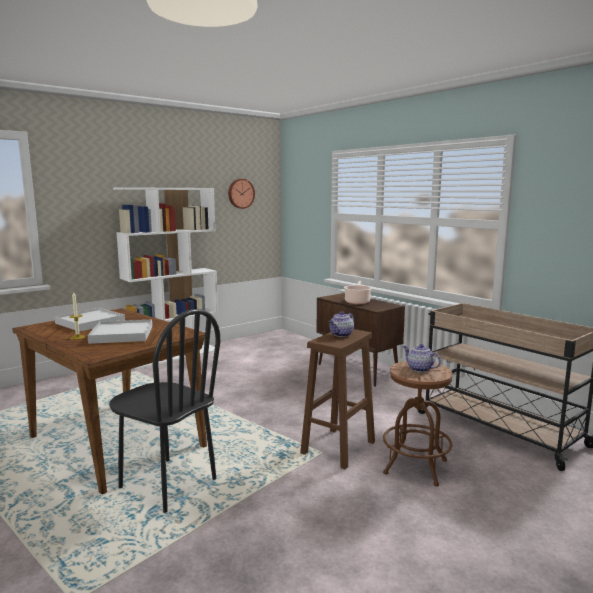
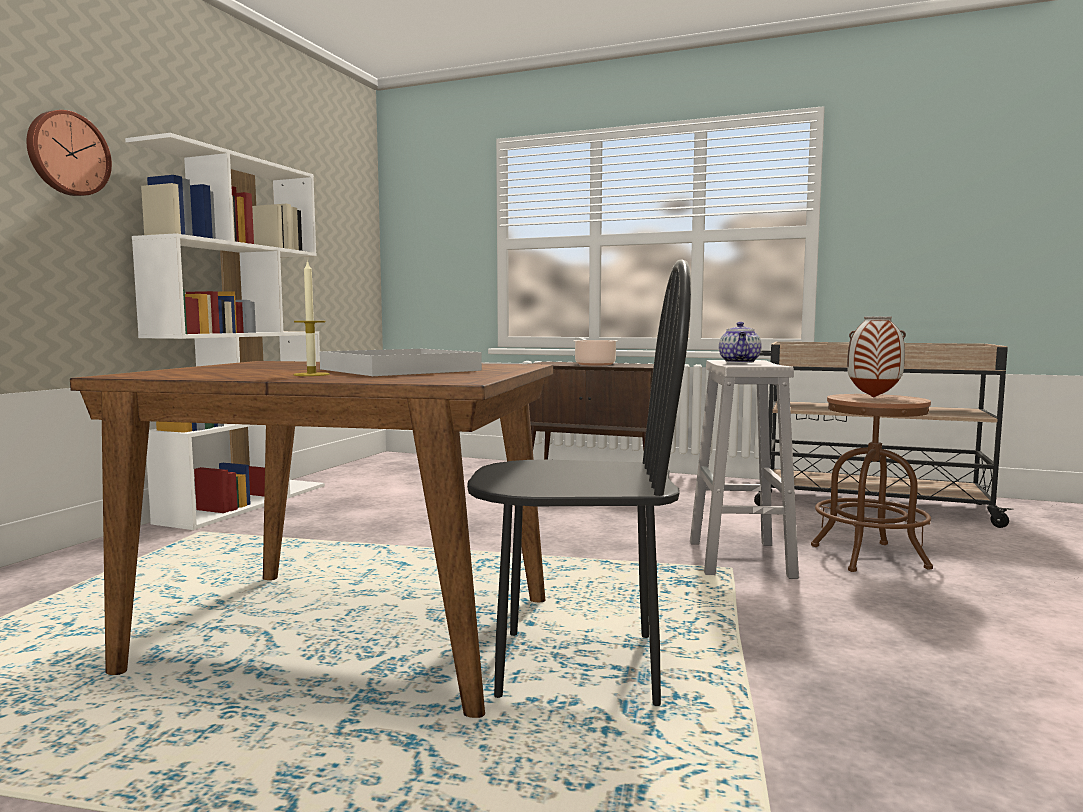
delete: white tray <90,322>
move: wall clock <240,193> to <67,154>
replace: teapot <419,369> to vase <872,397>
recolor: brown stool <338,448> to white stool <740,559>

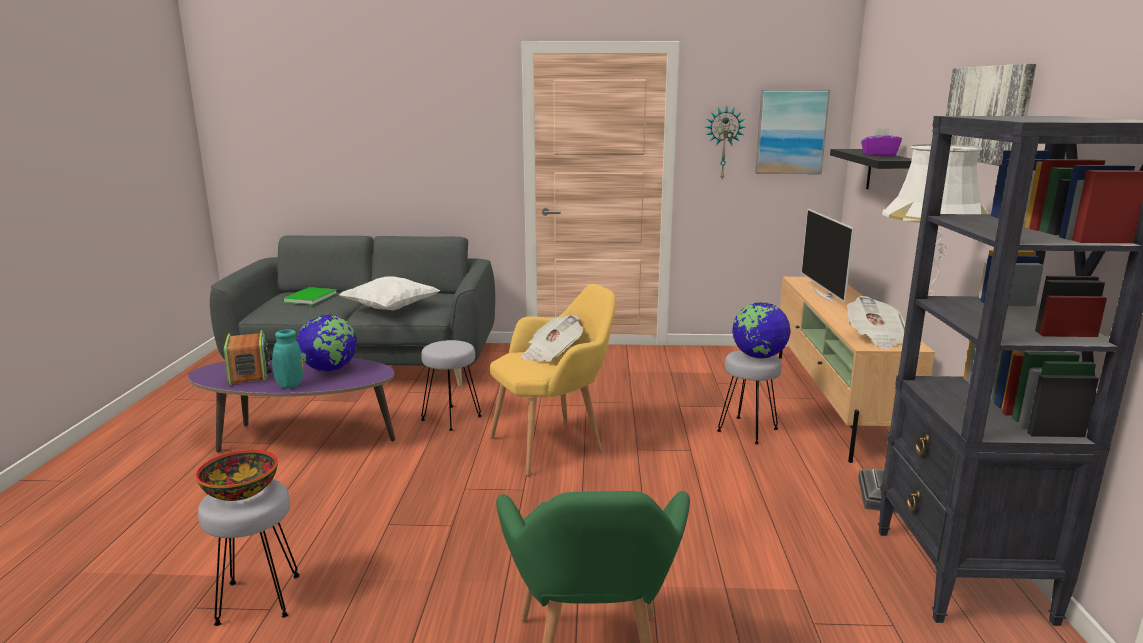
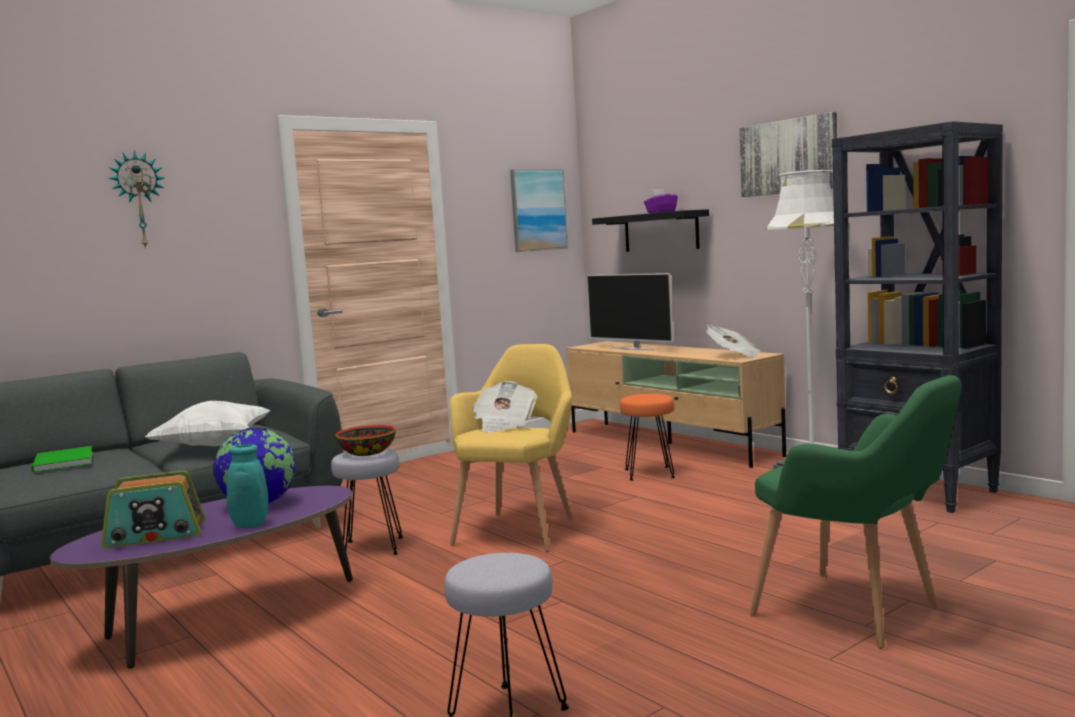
delete: globe <758,357>
move: bowl <240,491> to <367,453>; wall clock <723,143> to <138,200>
recolor: grey stool <748,430> to orange stool <650,474>
rotate: radio <250,373> = <155,535> 135 degrees clockwise

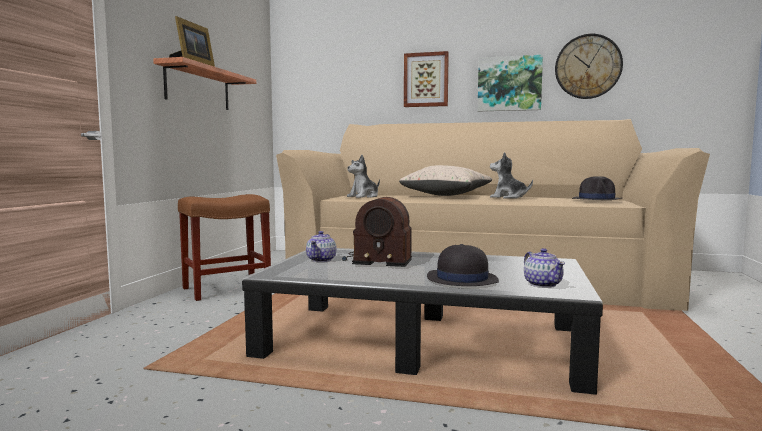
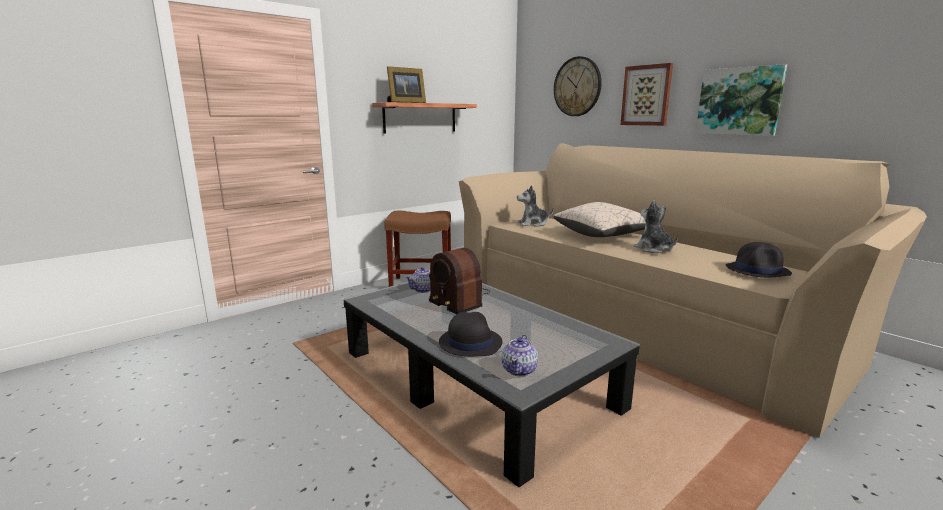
move: wall clock <588,66> to <577,87>

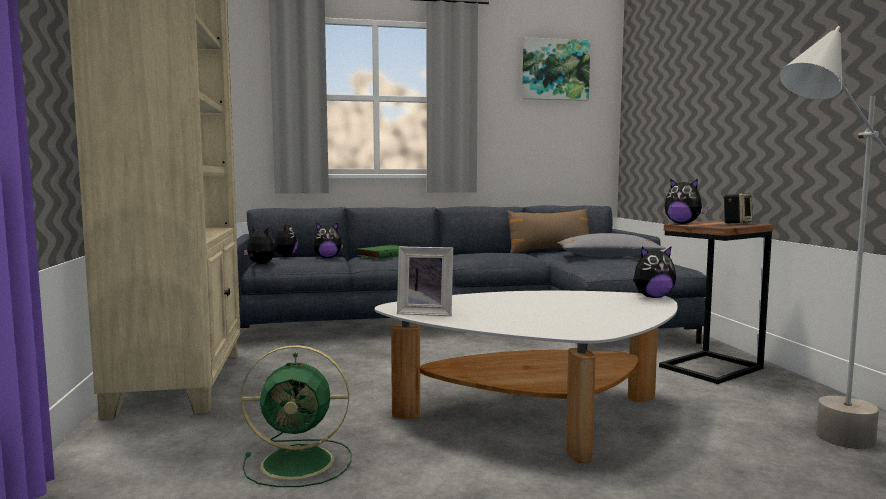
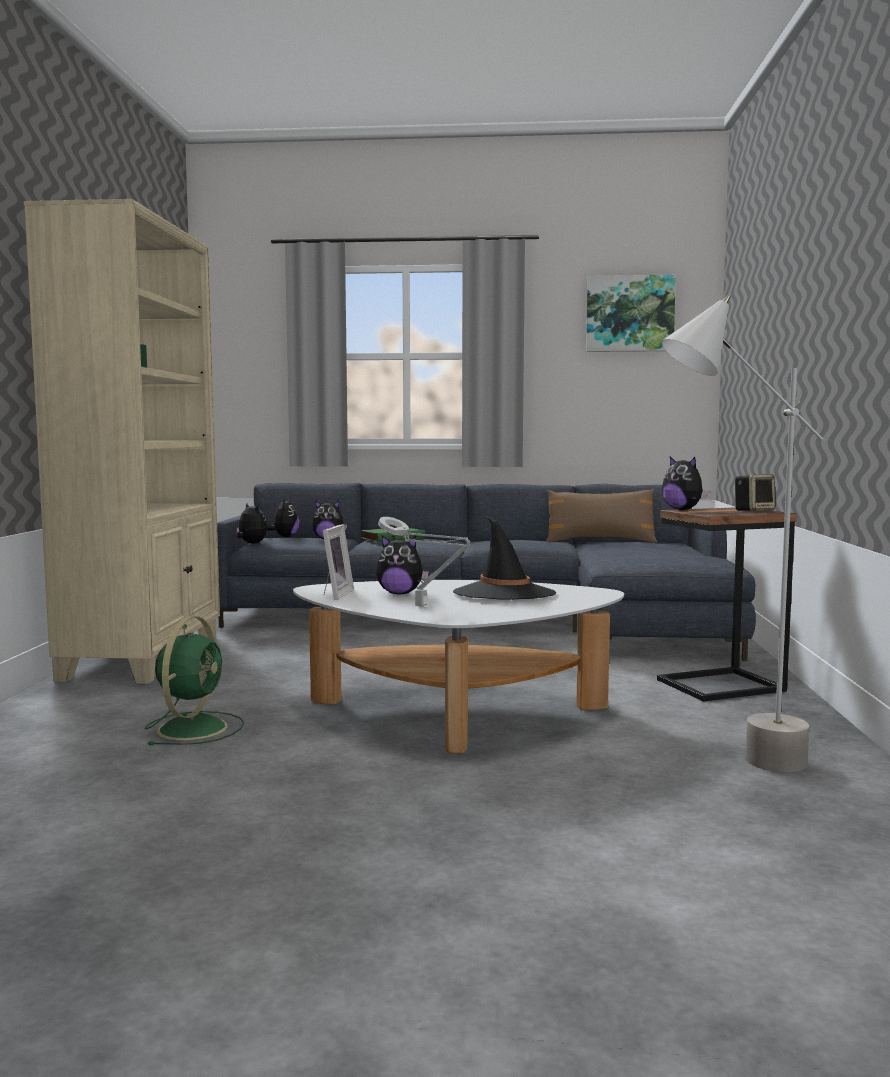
delete: grey pillow <608,256>
insert: grey table lamp <424,607>; black hat <504,594>
move: plush toy <652,297> to <400,593>
rotate: green fan <301,462> = <194,728> 90 degrees counterclockwise; picture frame <426,313> = <334,594> 105 degrees counterclockwise

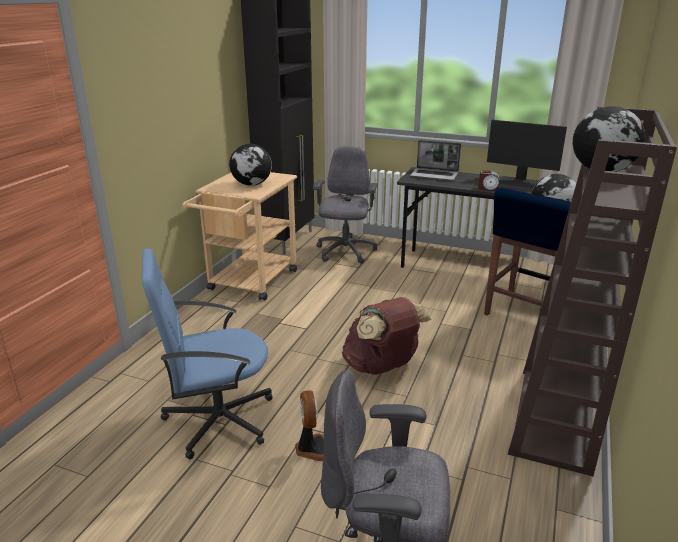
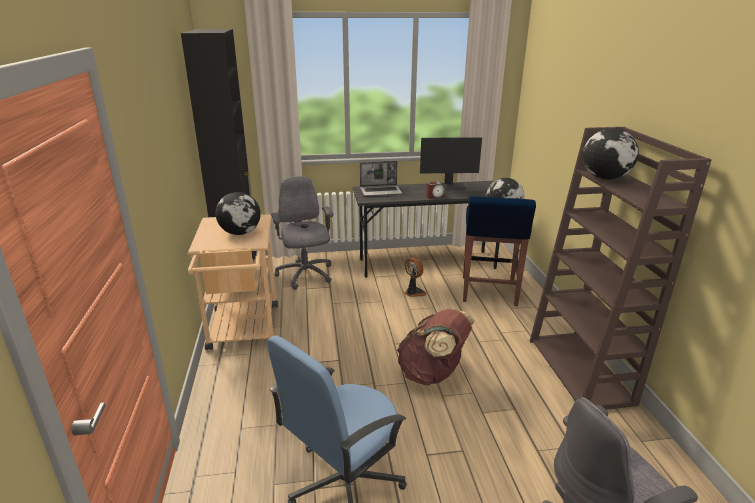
move: fan <311,448> to <413,292>

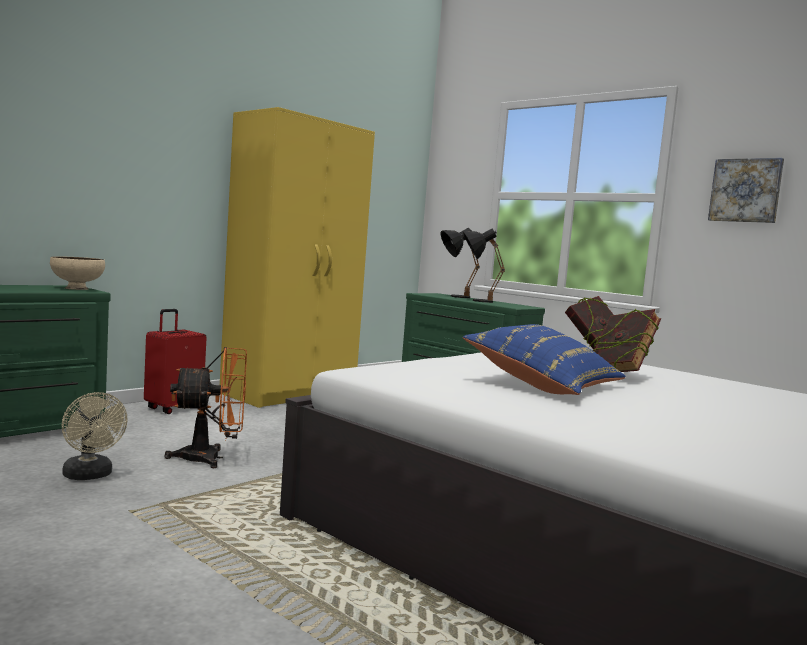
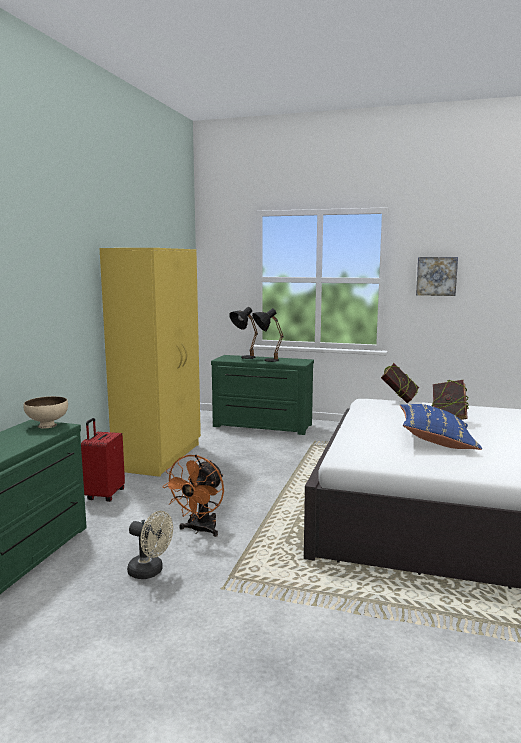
rotate: orange fan <211,458> = <199,530> 150 degrees clockwise

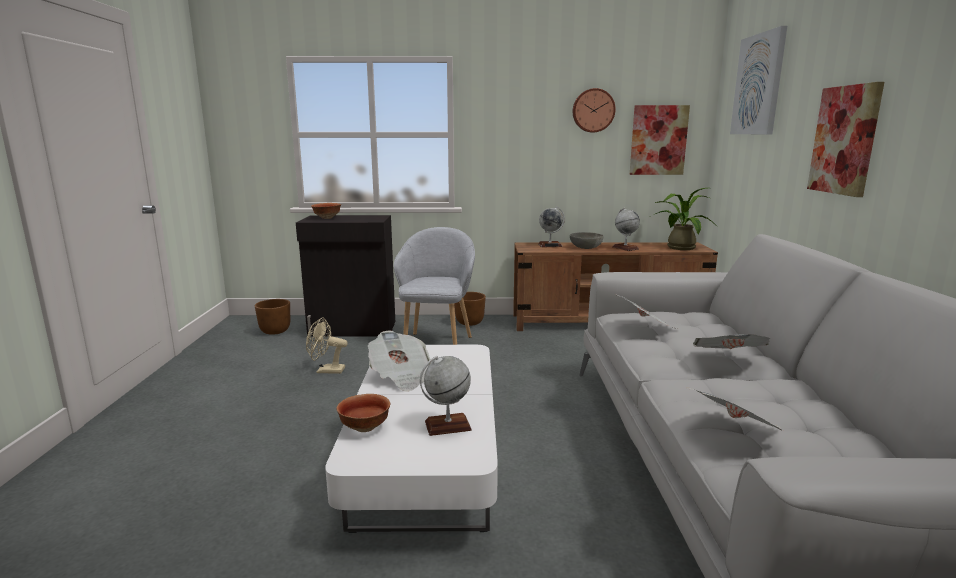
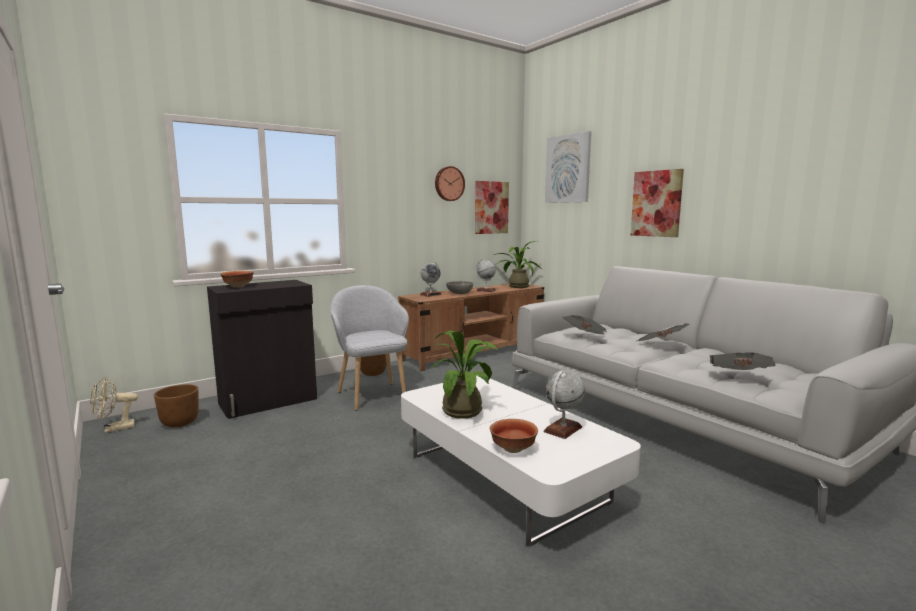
move: beige fan <326,371> to <114,429>
replace: newspaper <401,377> to potted plant <465,410>

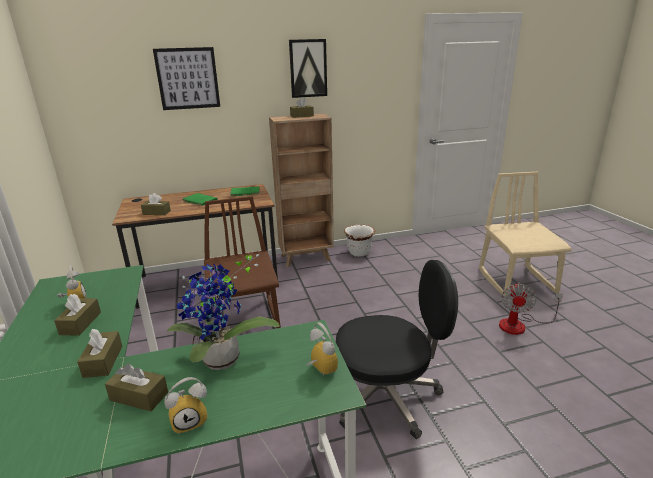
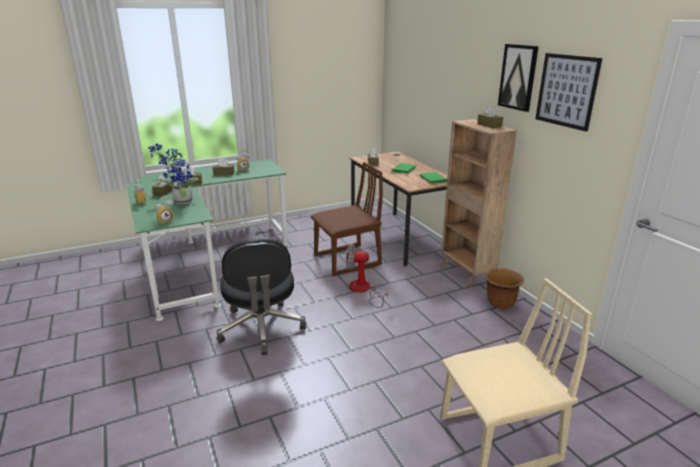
move: picture <187,78> to <566,91>; fan <519,325> to <363,290>
recolor: white planter <359,253> to brown planter <500,303>

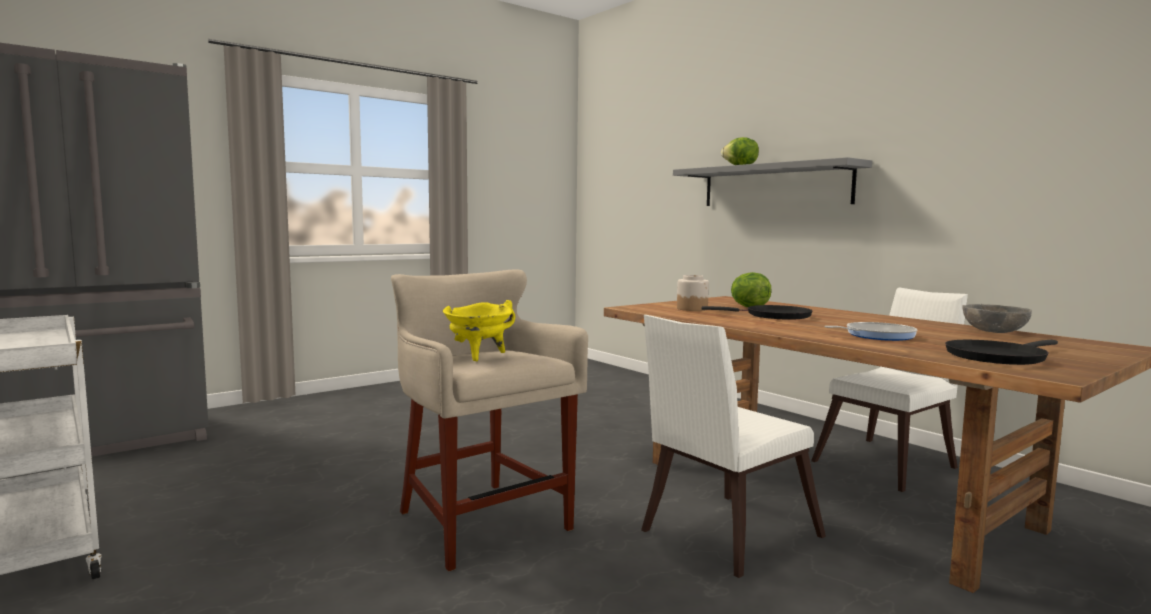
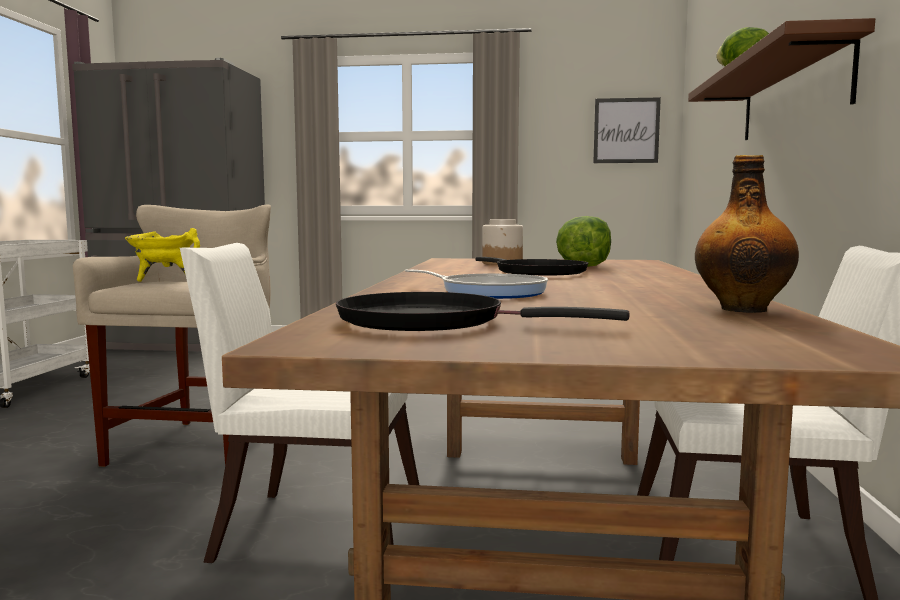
insert: picture <626,130>
replace: grey bowl <994,331> to bottle <743,309>
recolor: grey shelf <774,185> to brown shelf <792,94>

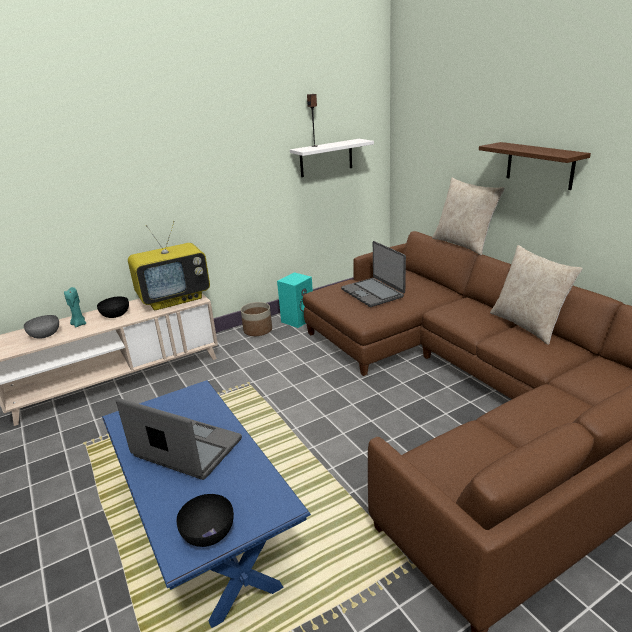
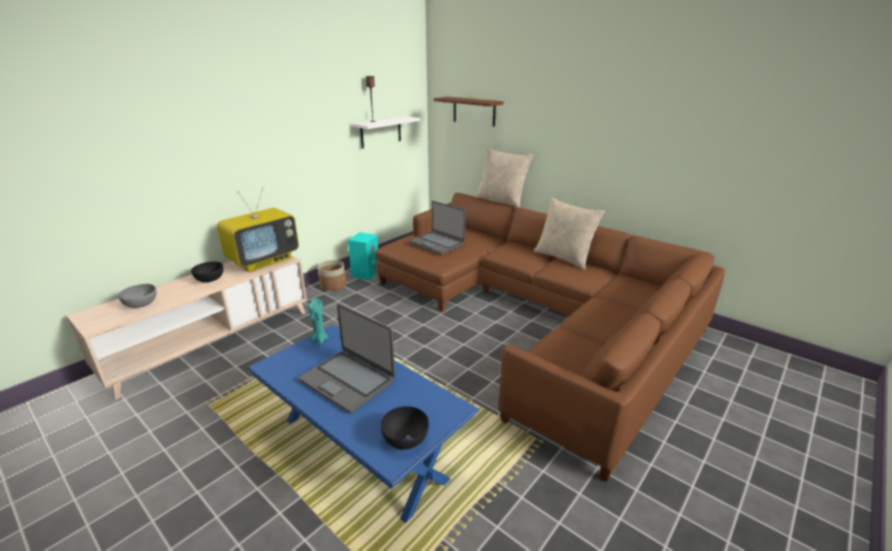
move: turquoise candle <79,324> to <319,339>; brown shelf <539,165> to <474,111>
rotate: laptop <187,449> = <348,380> 150 degrees counterclockwise

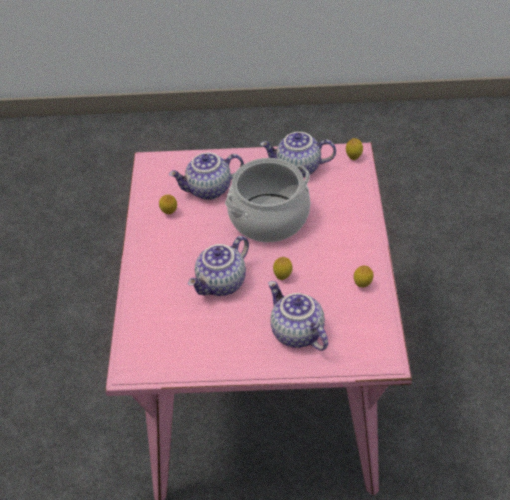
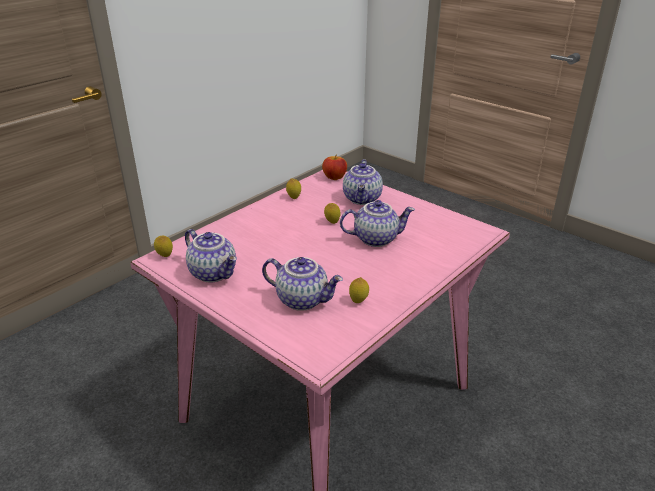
delete: cooking pot <269,219>
insert: apple <334,177>

